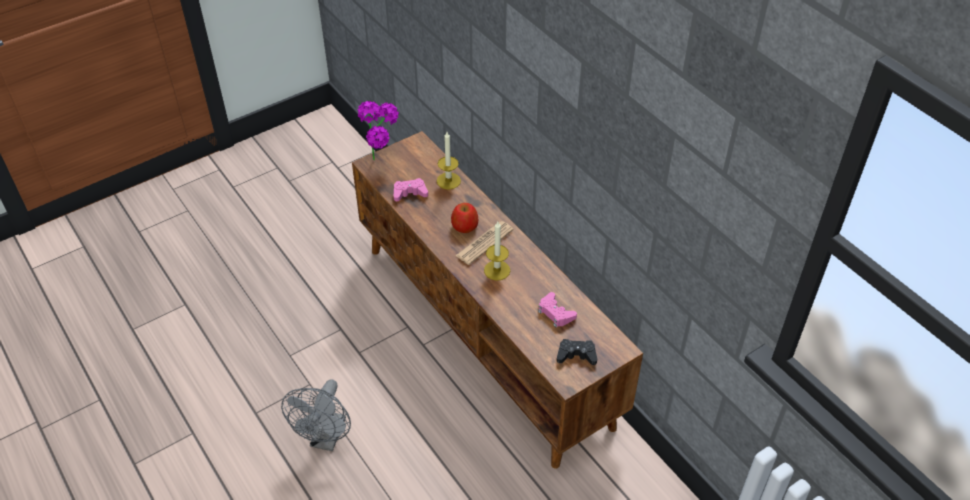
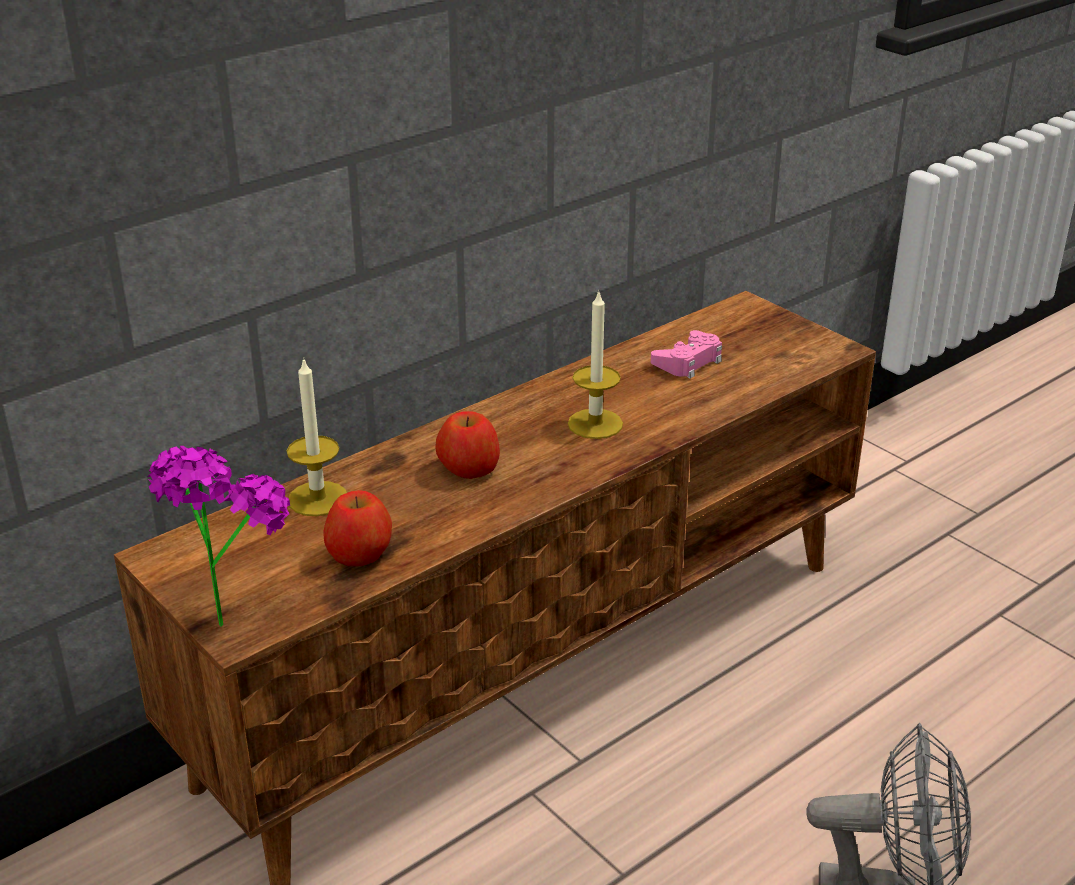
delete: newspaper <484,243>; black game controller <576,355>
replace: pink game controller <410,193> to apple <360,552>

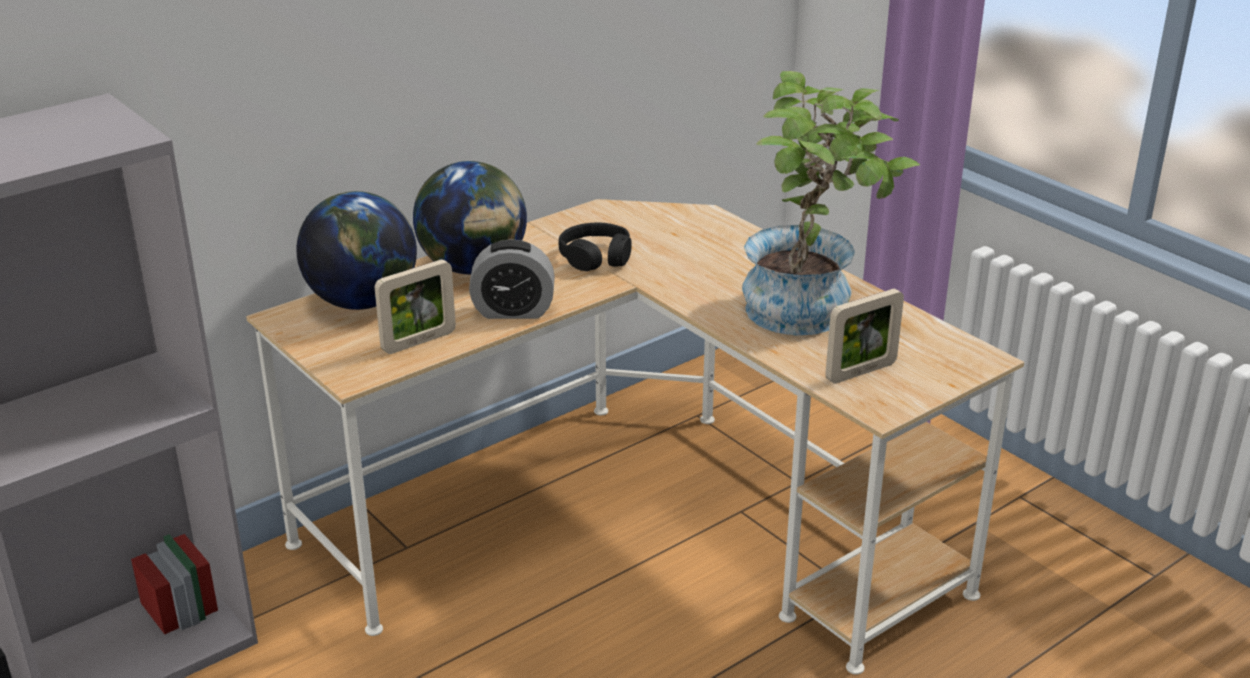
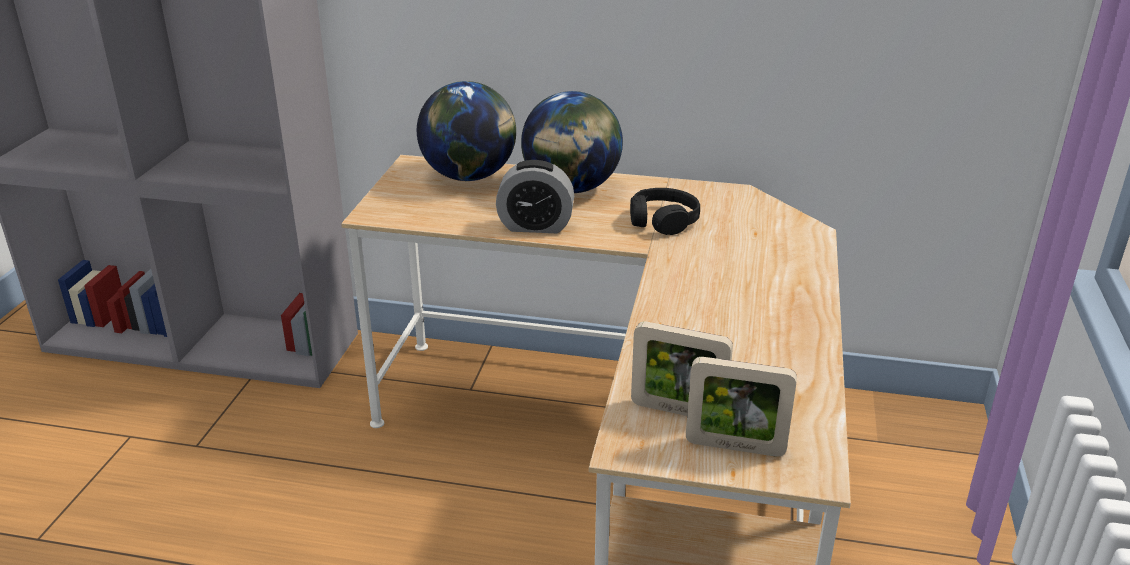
delete: potted plant <811,312>
move: picture frame <419,341> to <735,446>
rotate: alarm clock <513,311> = <535,226> 45 degrees counterclockwise

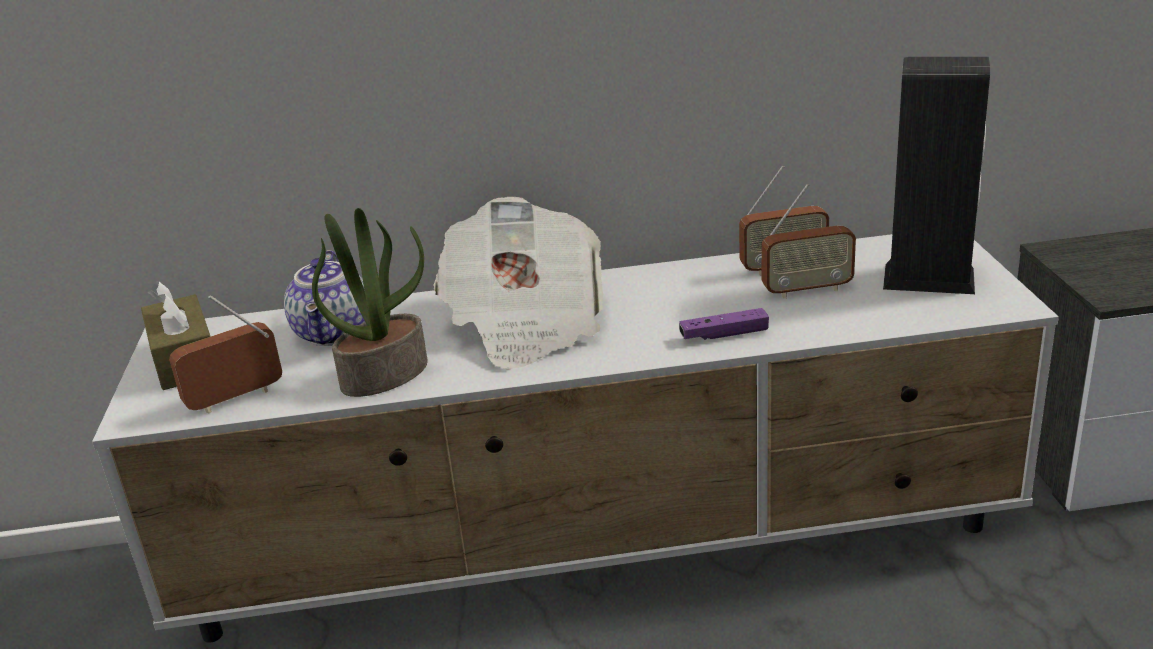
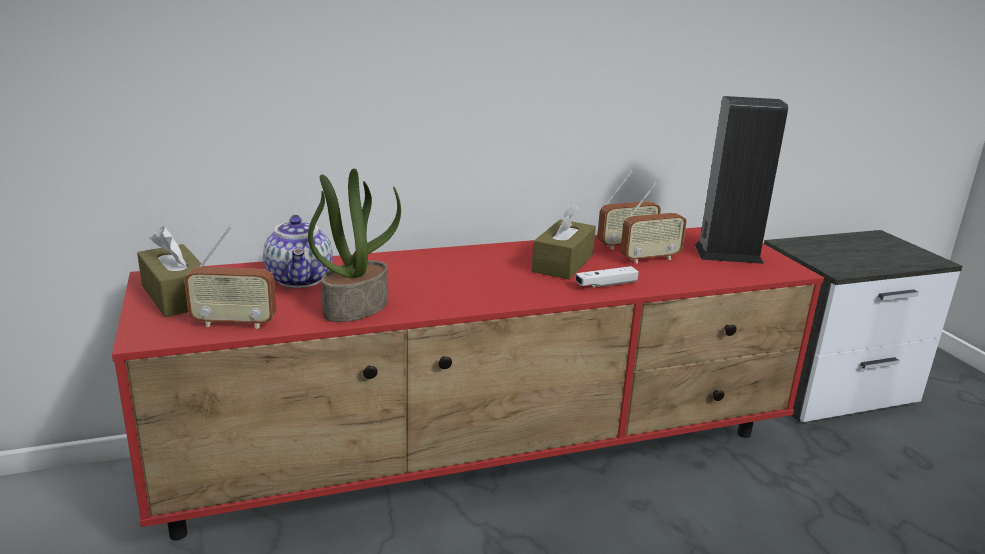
delete: newspaper <525,324>
insert: brown tissue box <563,263>
recolor: white tv stand <600,550> to red tv stand <487,457>; purple game controller <724,334> to white game controller <606,284>
rotate: radio <236,399> = <234,323> 135 degrees counterclockwise

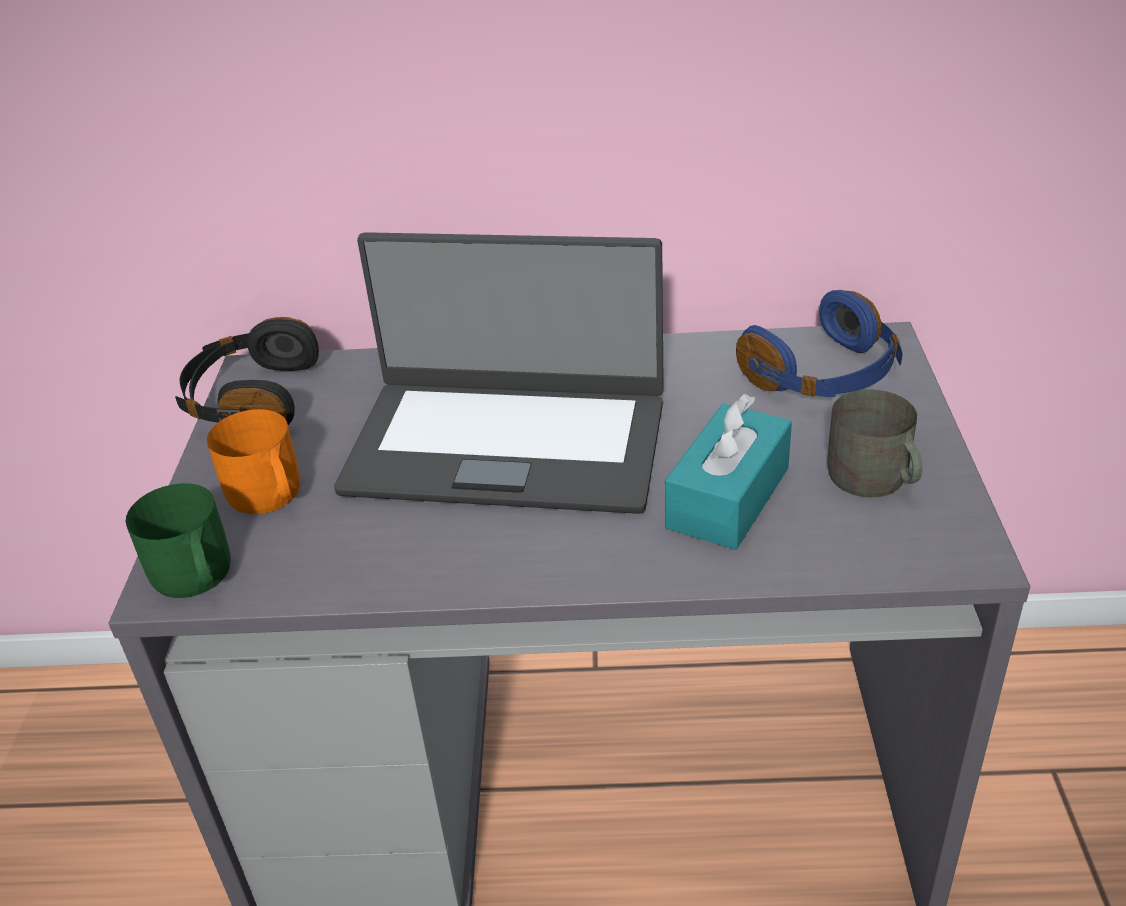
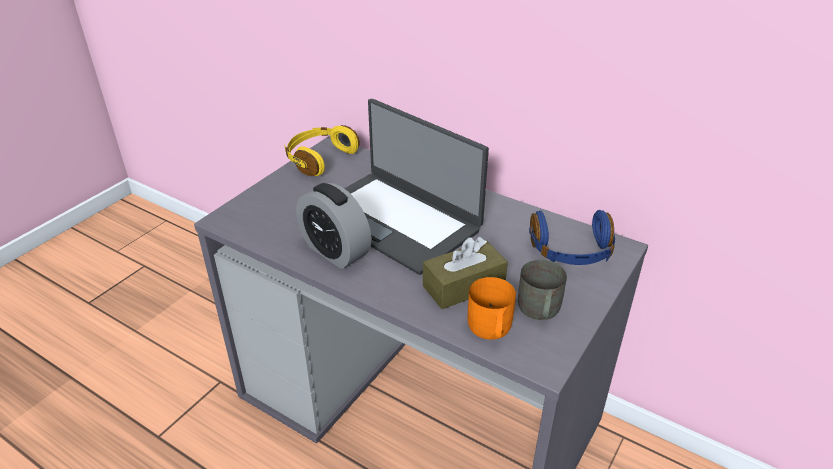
delete: green mug <195,578>
insert: alarm clock <335,251>
move: orange mug <268,497> to <490,329>
recolor: black headphones <251,400> to yellow headphones <319,159>; turquoise tissue box <728,498> to brown tissue box <464,286>

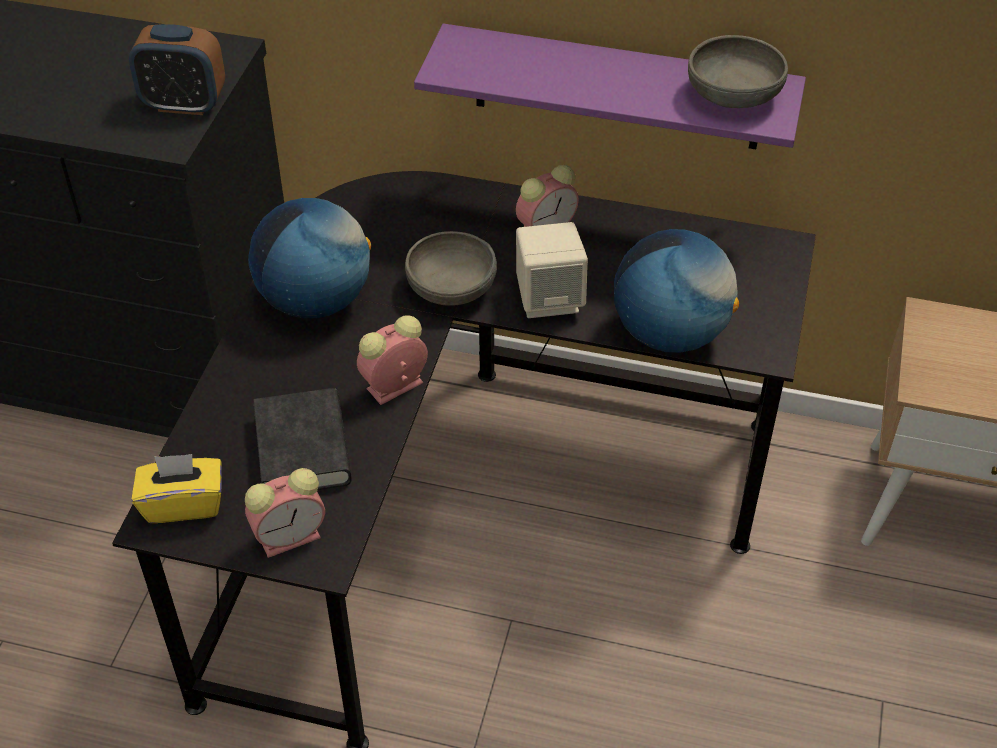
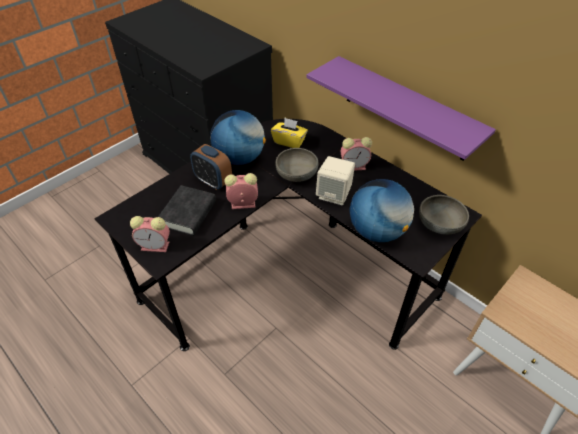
move: alarm clock <184,104> to <213,181>; yellow tissue box <183,503> to <289,141>; grey bowl <733,95> to <439,224>

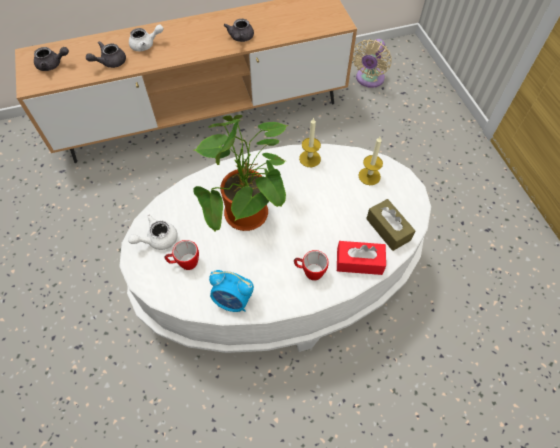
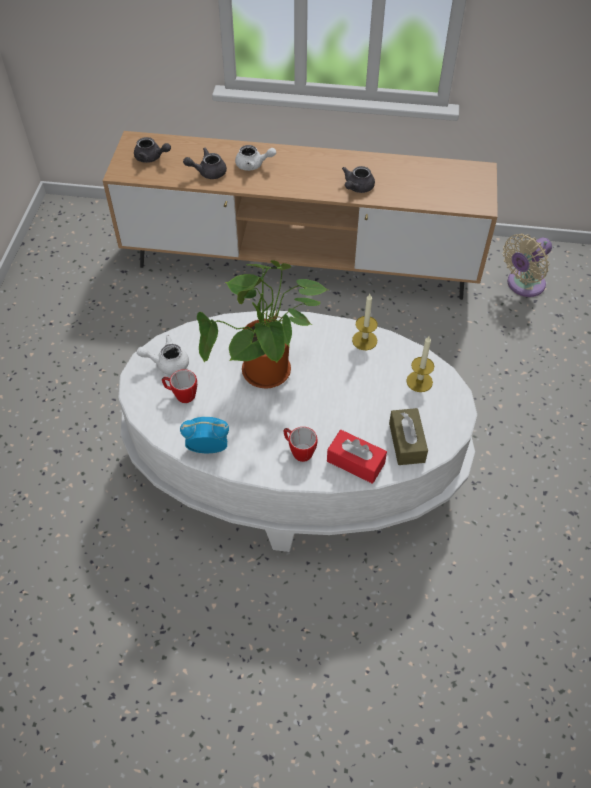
rotate: alarm clock <233,301> = <208,447> 135 degrees clockwise

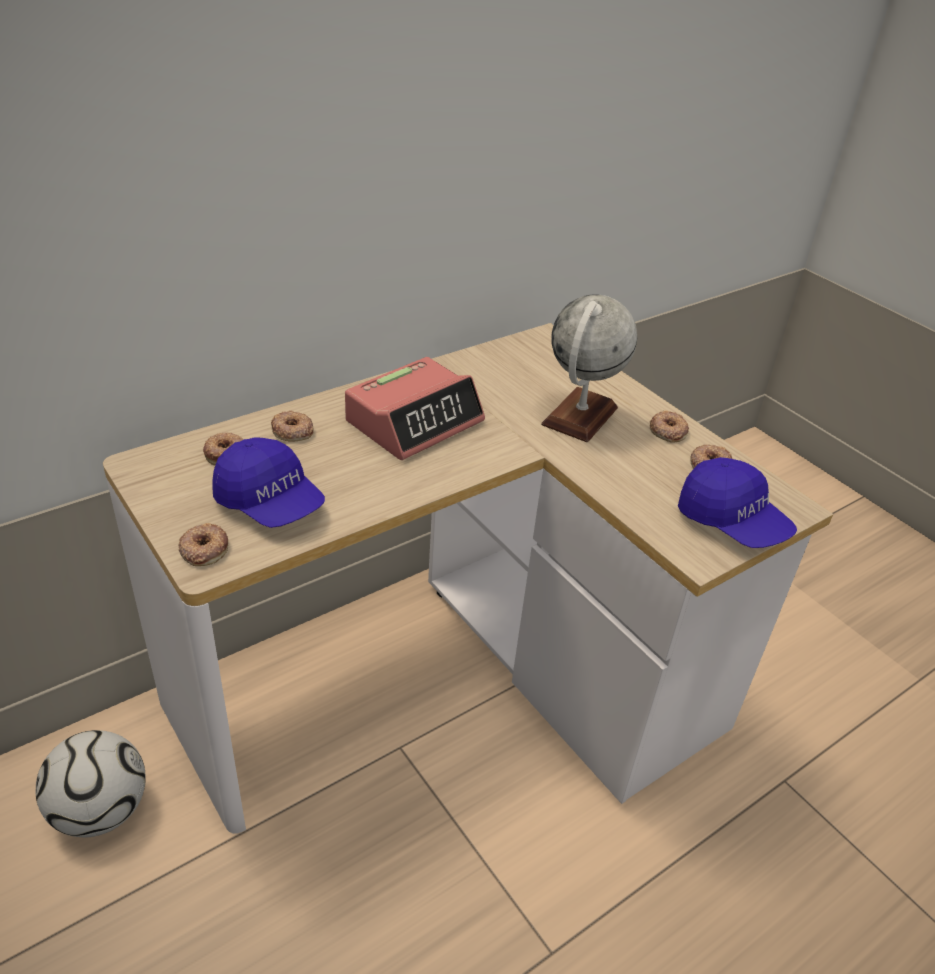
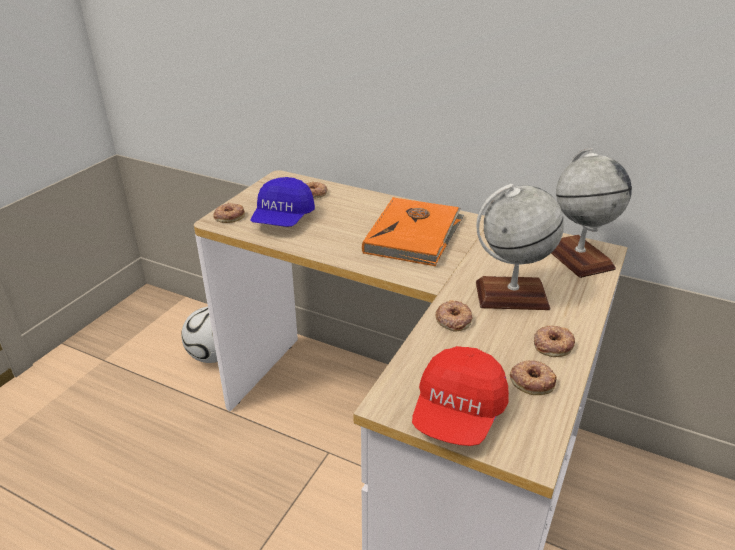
insert: globe <578,257>
move: donut <292,431> to <453,319>
replace: alarm clock <415,421> to orange book <414,234>
recolor: blue cap <731,522> to red cap <457,413>

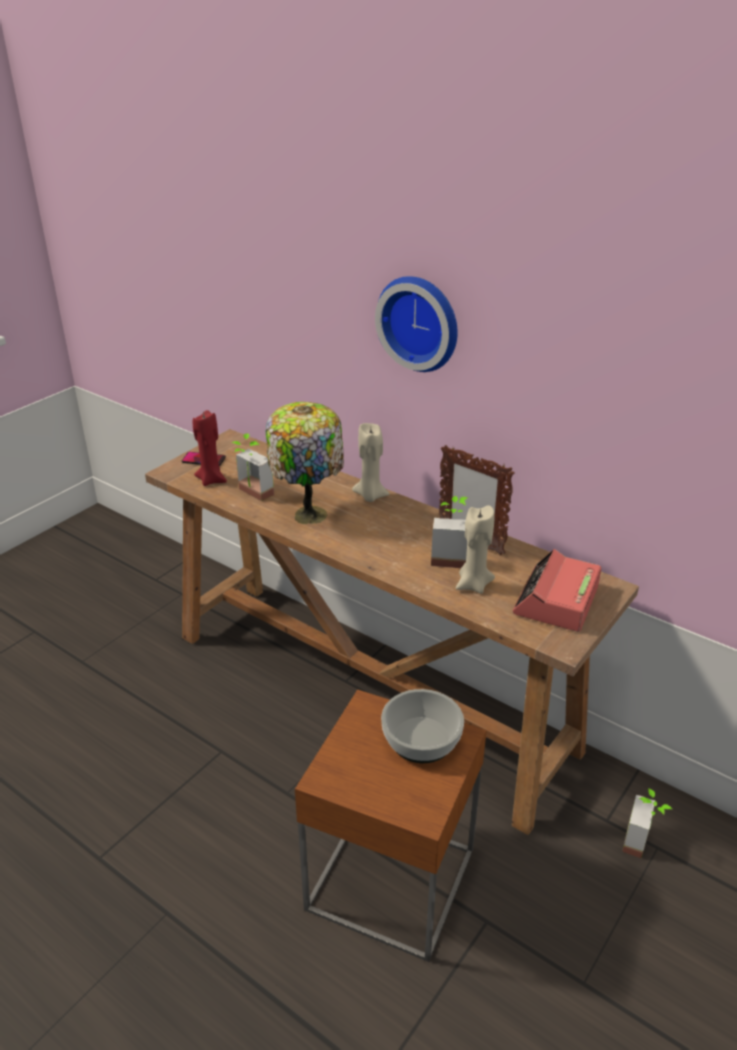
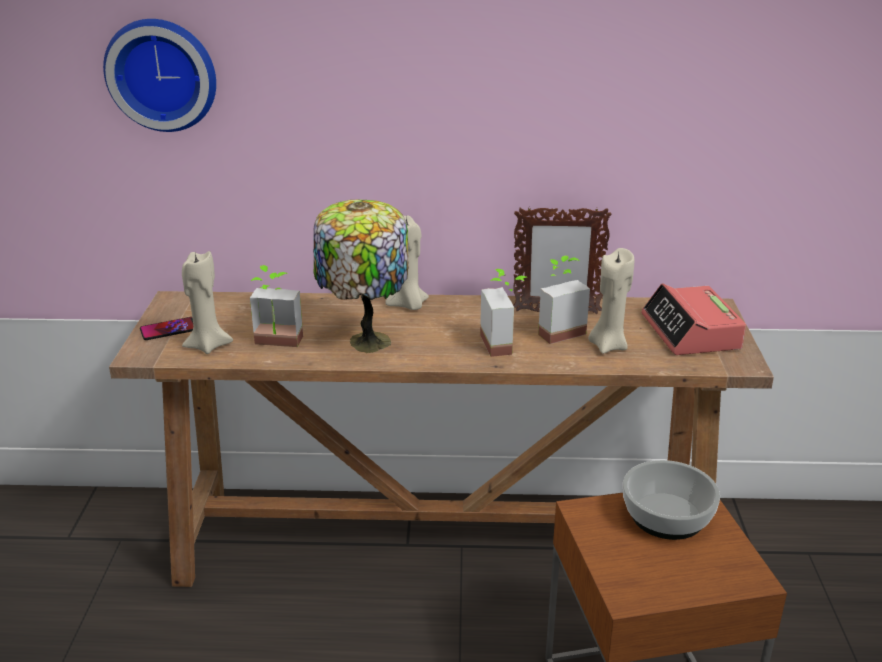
move: wall clock <420,322> to <163,74>; potted plant <643,843> to <505,343>
recolor: red candle <211,480> to beige candle <208,345>

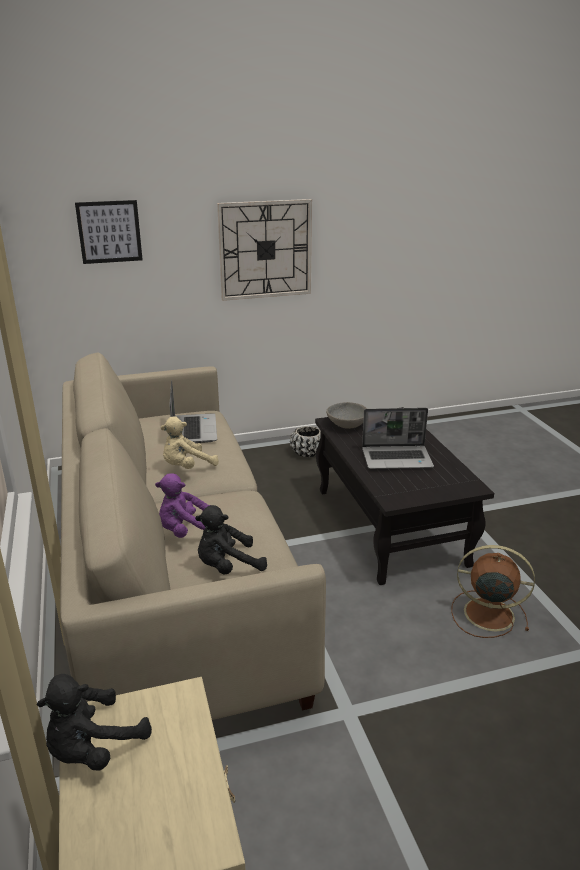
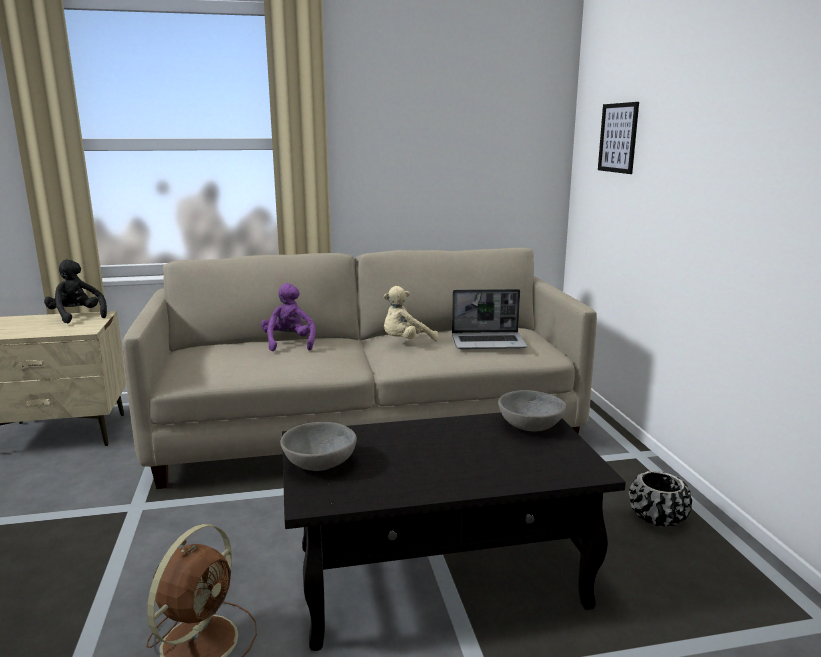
delete: black plush toy <227,566>; wall clock <265,250>; laptop <397,458>
insert: grey bowl <320,464>
rotate: beige plush toy <186,467> = <406,342> 90 degrees counterclockwise

